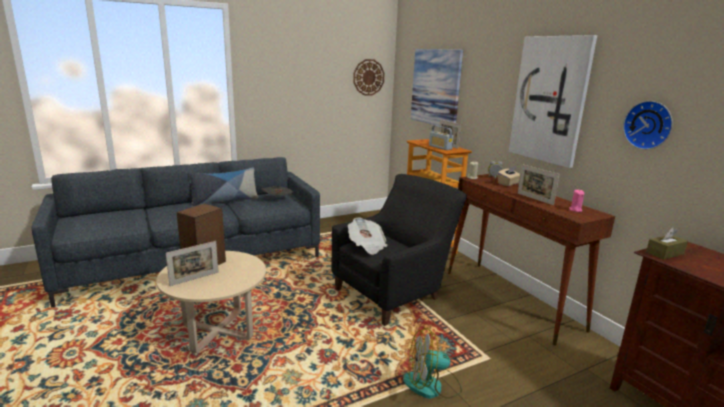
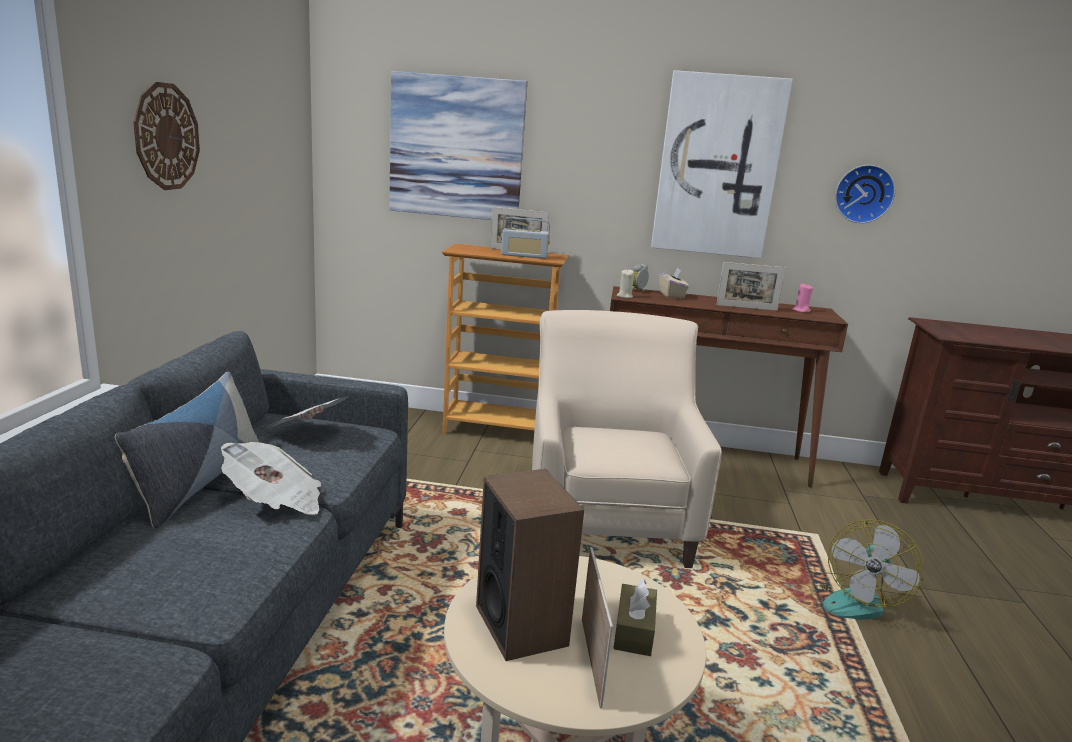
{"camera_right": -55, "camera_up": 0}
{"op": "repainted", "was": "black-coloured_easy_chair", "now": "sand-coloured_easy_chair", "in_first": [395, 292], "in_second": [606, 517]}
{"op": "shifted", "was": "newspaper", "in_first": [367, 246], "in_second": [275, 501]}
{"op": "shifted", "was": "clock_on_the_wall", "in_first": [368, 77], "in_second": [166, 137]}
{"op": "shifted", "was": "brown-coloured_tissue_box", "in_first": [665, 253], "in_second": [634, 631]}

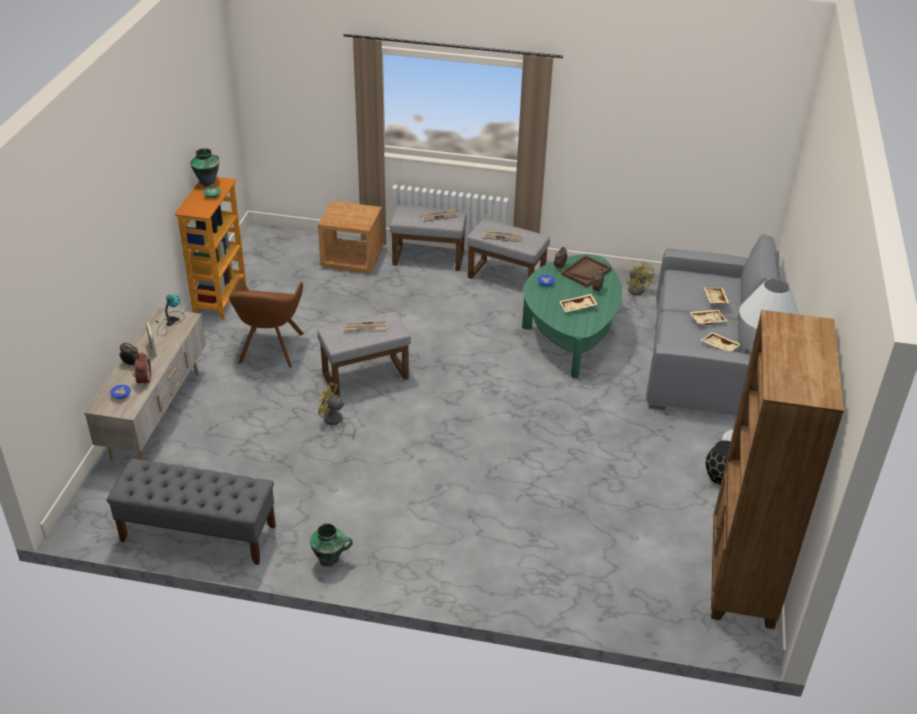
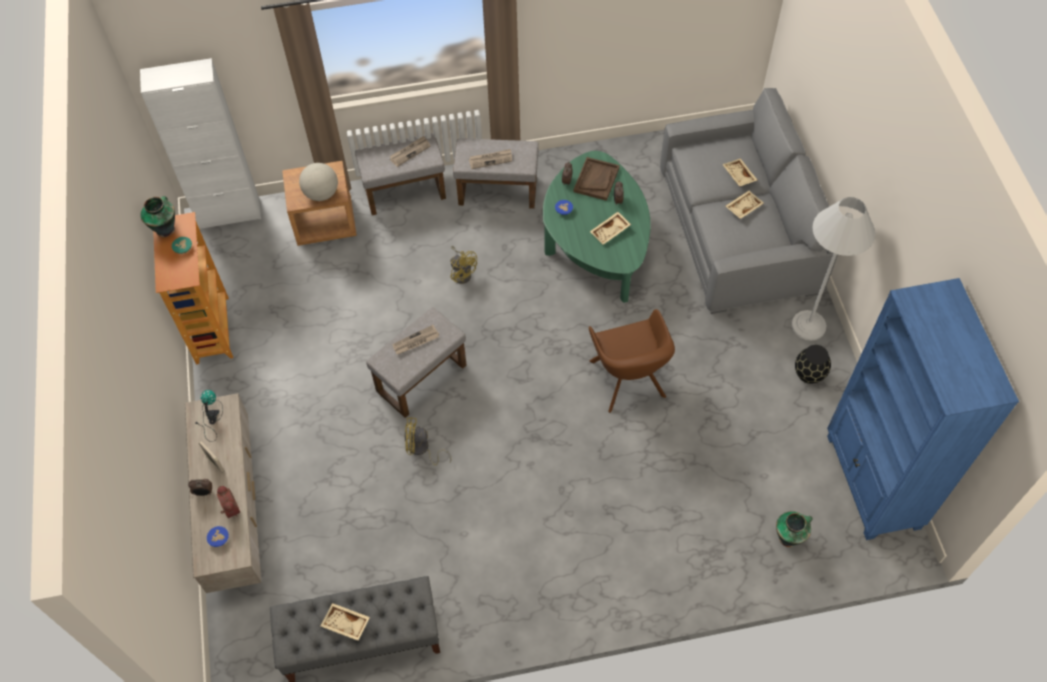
{"camera_right": -20, "camera_up": 20}
{"op": "shifted", "was": "brown-coloured_easy_chair", "in_first": [270, 350], "in_second": [628, 382]}
{"op": "shifted", "was": "decorative_vase", "in_first": [330, 560], "in_second": [789, 537]}
{"op": "shifted", "was": "yellowish_electric_fan", "in_first": [637, 288], "in_second": [462, 272]}
{"op": "shifted", "was": "sand-coloured_tray", "in_first": [719, 346], "in_second": [345, 624]}
{"op": "repainted", "was": "brown-coloured_bookshelf", "now": "bluish_bookshelf", "in_first": [741, 576], "in_second": [872, 482]}
{"op": "new", "now": "whitish_storage_cabinet", "in_second": [229, 213]}
{"op": "new", "now": "desk_globe", "in_second": [321, 194]}

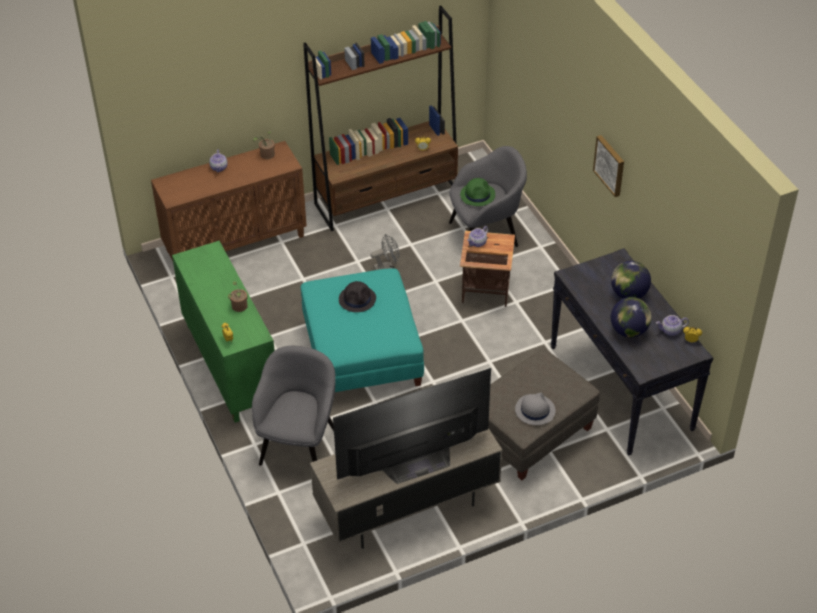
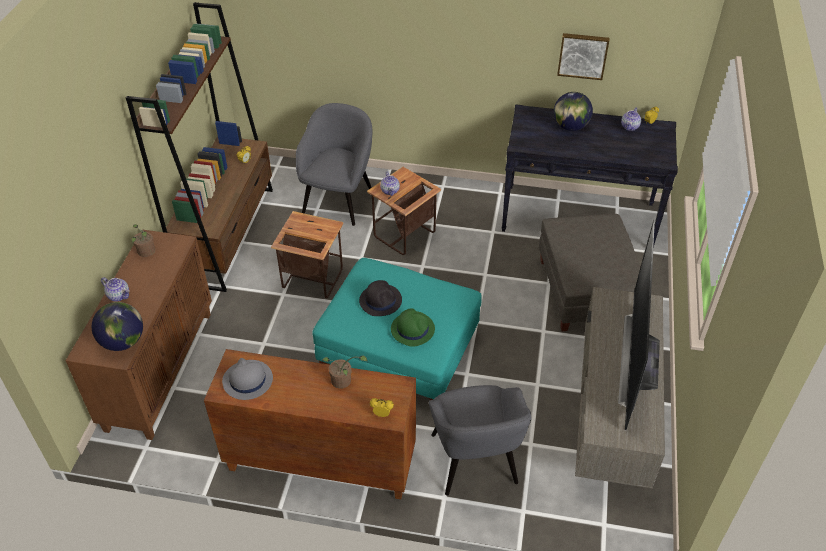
{"camera_right": -55, "camera_up": 0}
{"op": "repainted", "was": "green_storage_cabinet", "now": "brown-coloured_storage_cabinet", "in_first": [229, 365], "in_second": [319, 462]}
{"op": "rotated", "was": "grey_easy_chair", "in_first": [299, 445], "in_second": [474, 460], "clockwise": -150}
{"op": "swapped", "was": "grey_electric_fan", "now": "end_table", "in_first": [387, 267], "in_second": [311, 279]}
{"op": "shifted", "was": "green_hat", "in_first": [478, 195], "in_second": [412, 329]}
{"op": "shifted", "was": "grey_hat", "in_first": [534, 410], "in_second": [247, 380]}
{"op": "shifted", "was": "wall_art", "in_first": [610, 165], "in_second": [583, 55]}
{"op": "shifted", "was": "desk_globe", "in_first": [629, 331], "in_second": [123, 341]}

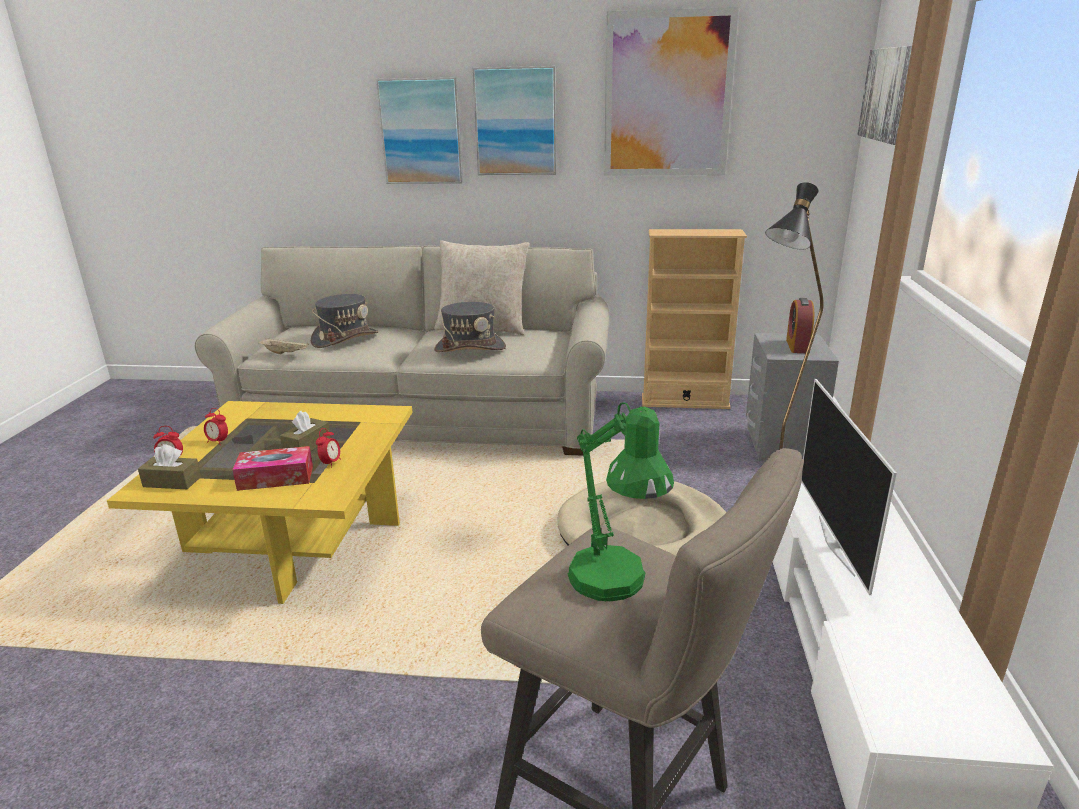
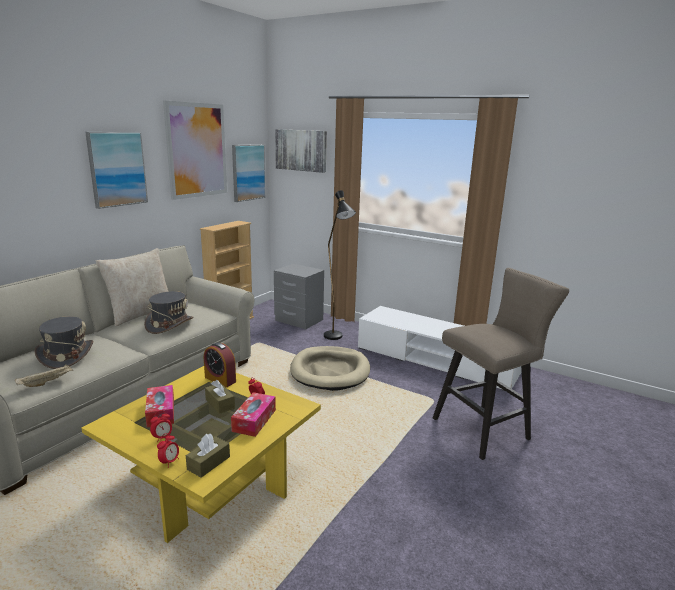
{"camera_right": -65, "camera_up": -5}
{"op": "shifted", "was": "wall_art", "in_first": [421, 131], "in_second": [248, 172]}
{"op": "gone", "was": "green_lamp_for_a_table", "in_first": [614, 587]}
{"op": "shifted", "was": "table_clock", "in_first": [797, 346], "in_second": [220, 379]}
{"op": "gone", "was": "TV_set", "in_first": [837, 545]}
{"op": "new", "now": "tissue_box", "in_second": [161, 412]}

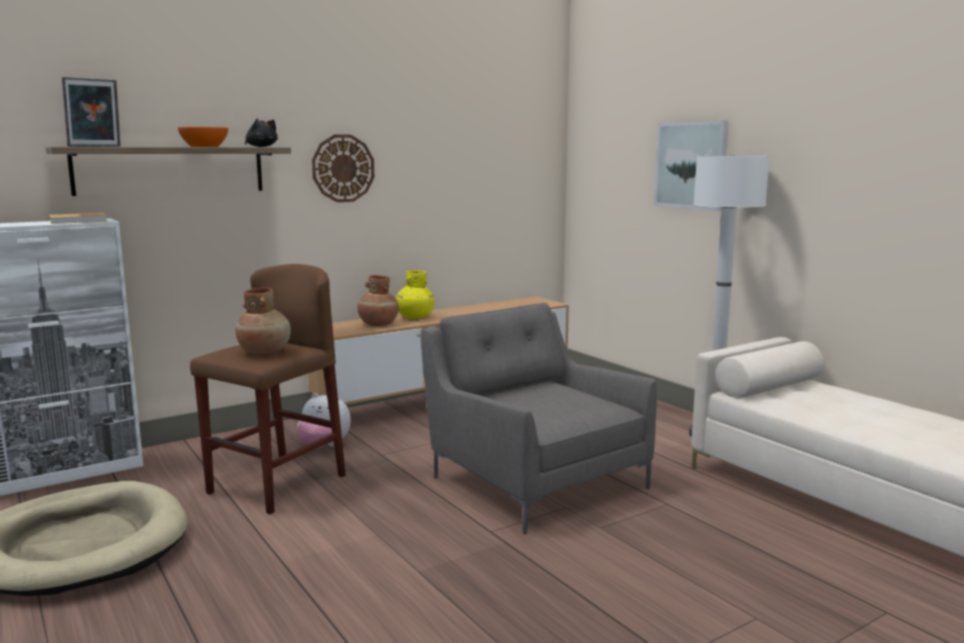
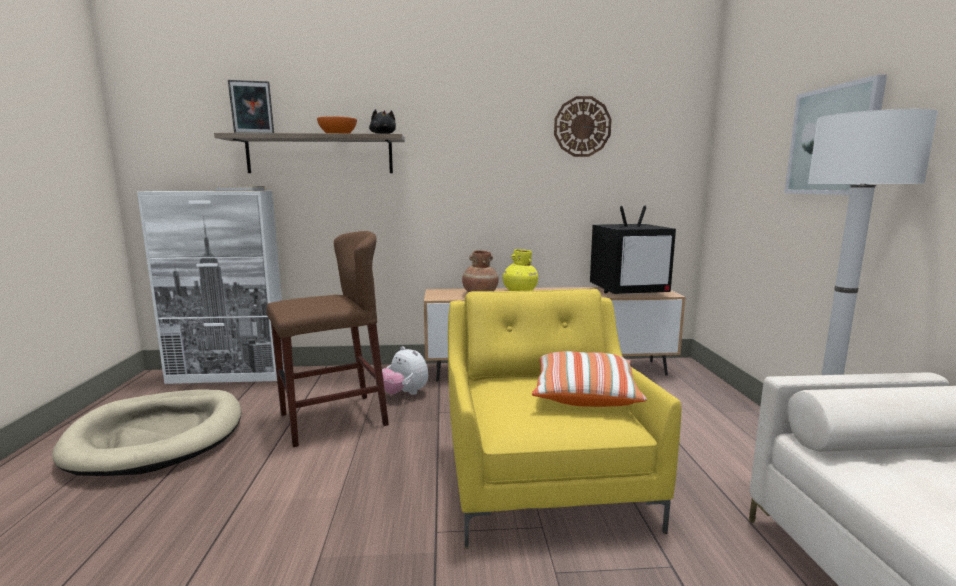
{"camera_right": 30, "camera_up": 0}
{"op": "gone", "was": "brown-coloured_decorative_vase", "in_first": [265, 352]}
{"op": "shifted", "was": "clock_on_the_wall", "in_first": [343, 168], "in_second": [582, 127]}
{"op": "repainted", "was": "grey_easy_chair", "now": "yellowish_easy_chair", "in_first": [535, 479], "in_second": [544, 479]}
{"op": "new", "now": "cushion", "in_second": [584, 394]}
{"op": "new", "now": "TV_set", "in_second": [629, 291]}

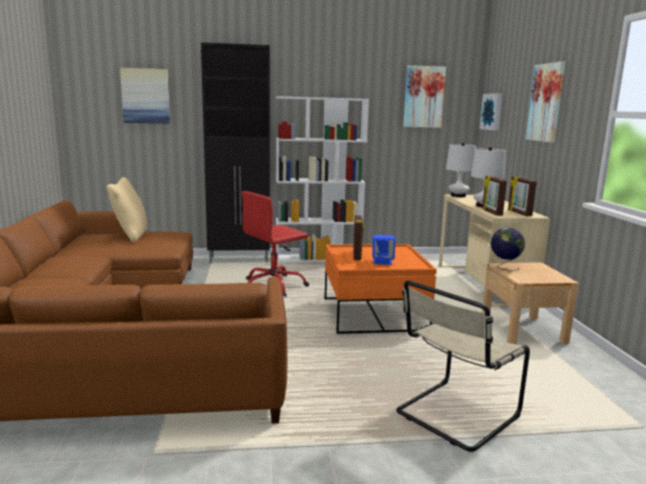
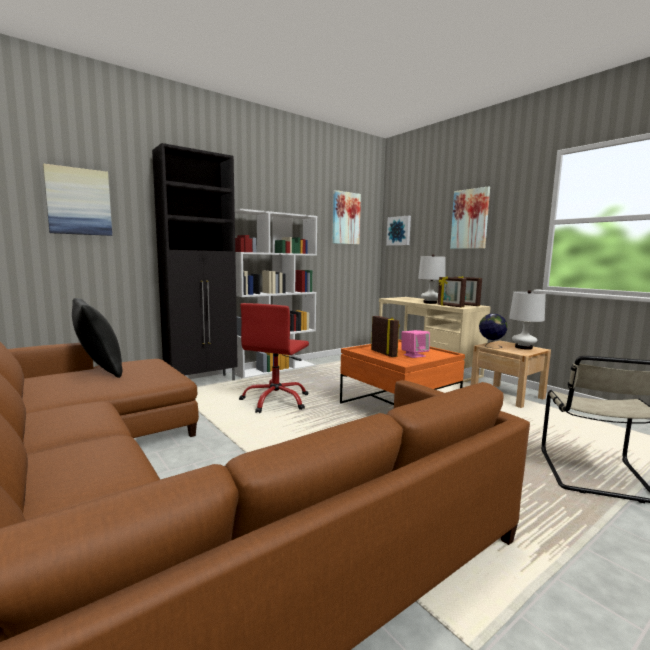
{"camera_right": -30, "camera_up": -5}
{"op": "repainted", "was": "sand-coloured_cushion", "now": "black-coloured_cushion", "in_first": [130, 235], "in_second": [99, 371]}
{"op": "repainted", "was": "bluish_audio_speaker", "now": "pinkish_audio_speaker", "in_first": [382, 262], "in_second": [414, 355]}
{"op": "shifted", "was": "whitish_lamp_for_a_table", "in_first": [458, 195], "in_second": [523, 347]}

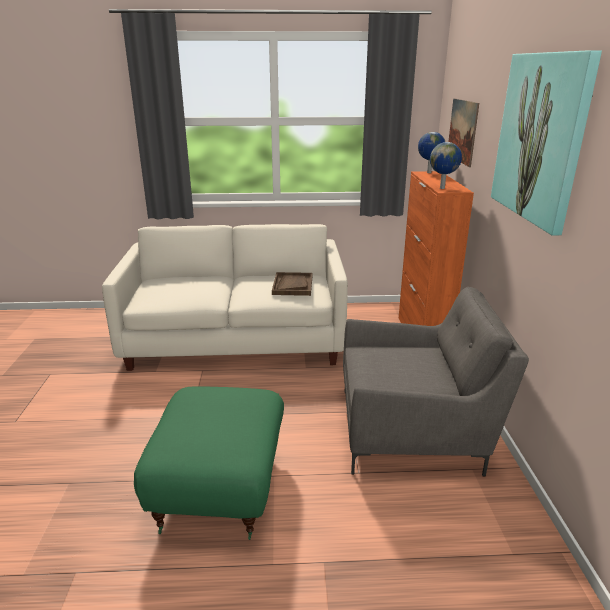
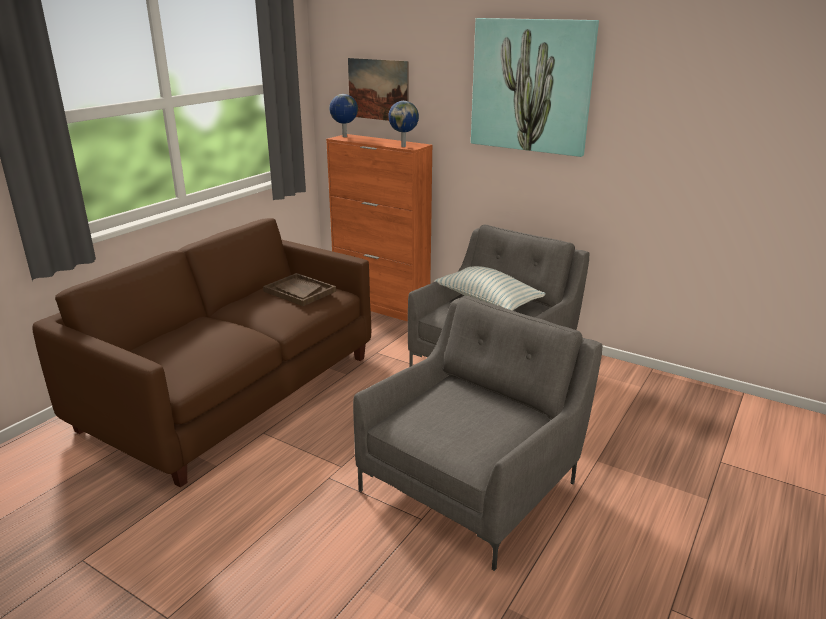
{"camera_right": -55, "camera_up": 0}
{"op": "repainted", "was": "whitish_settee", "now": "brown-coloured_settee", "in_first": [236, 339], "in_second": [233, 391]}
{"op": "swapped", "was": "green_footrest", "now": "grey_easy_chair", "in_first": [221, 489], "in_second": [473, 482]}
{"op": "new", "now": "cushion", "in_second": [488, 301]}

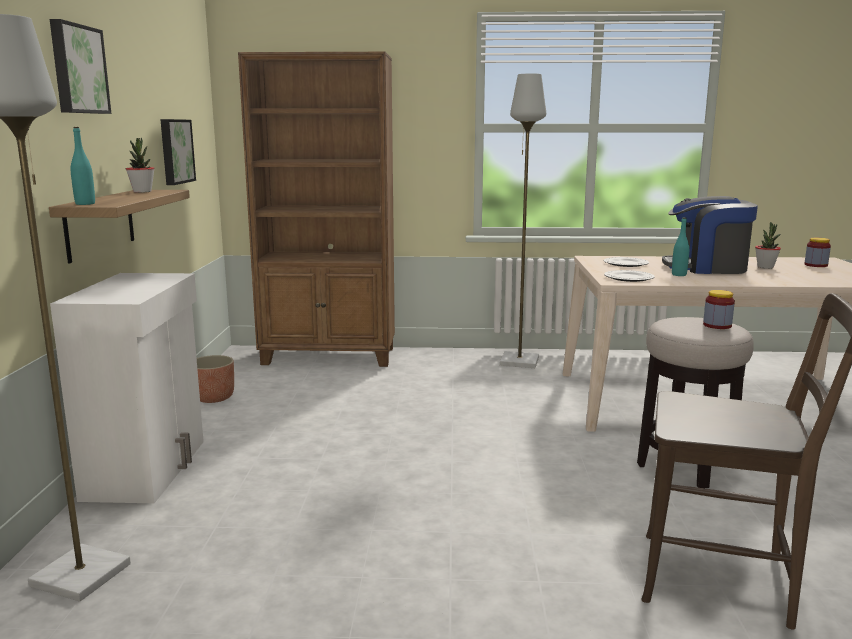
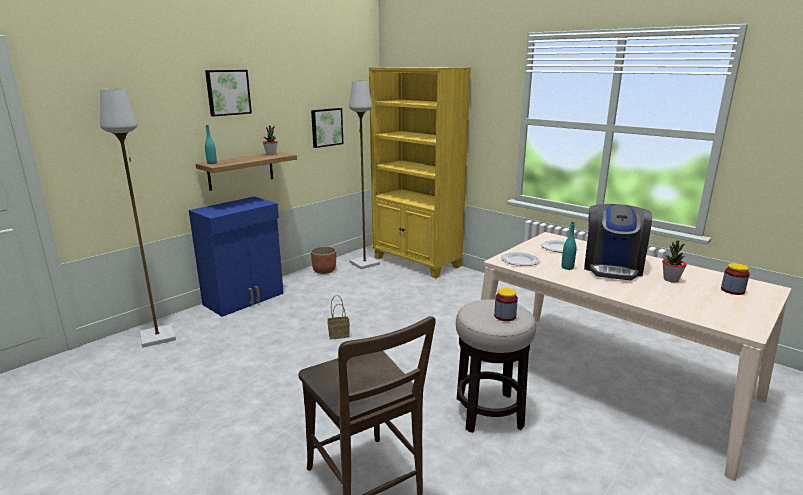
{"camera_right": 40, "camera_up": 5}
{"op": "repainted", "was": "whitish_storage_cabinet", "now": "bluish_storage_cabinet", "in_first": [148, 468], "in_second": [245, 299]}
{"op": "repainted", "was": "brown-coloured_bookshelf", "now": "yellowish_bookshelf", "in_first": [330, 356], "in_second": [416, 262]}
{"op": "shifted", "was": "grey_standard_lamp", "in_first": [518, 362], "in_second": [364, 263]}
{"op": "rotated", "was": "coffee_machine", "in_first": [706, 268], "in_second": [612, 267], "clockwise": -120}
{"op": "new", "now": "basket", "in_second": [339, 334]}

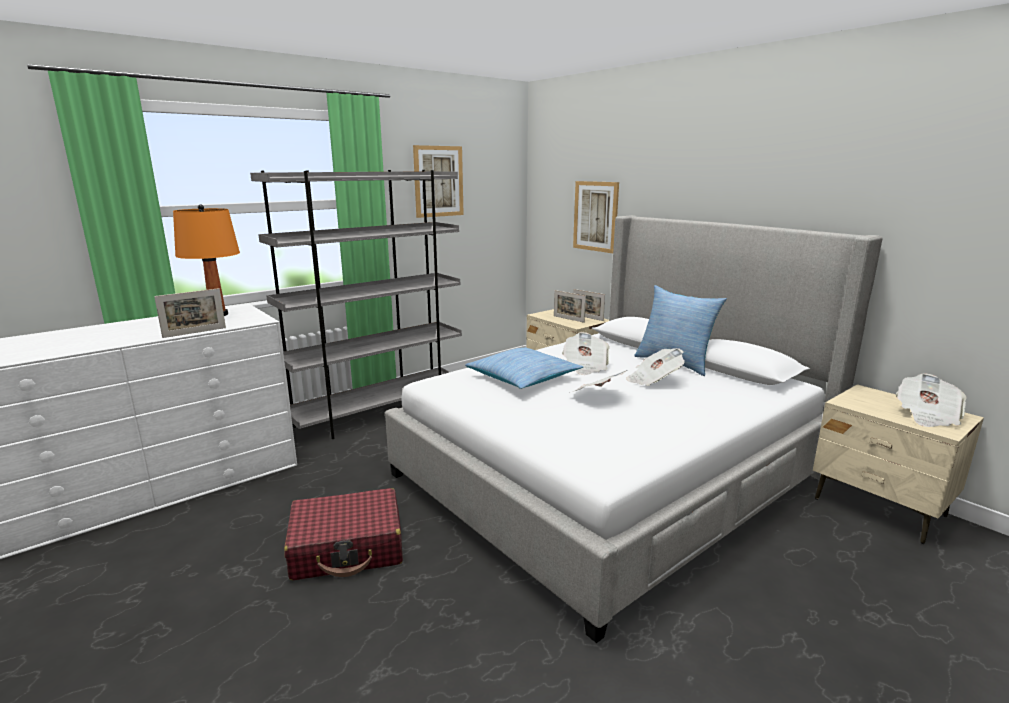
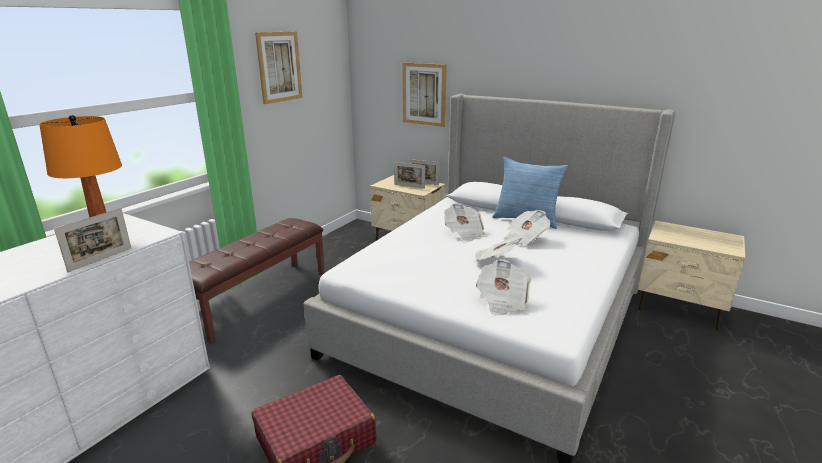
{"camera_right": -20, "camera_up": 5}
{"op": "swapped", "was": "grey_bookshelf", "now": "brown-coloured_long_seat", "in_first": [379, 413], "in_second": [258, 297]}
{"op": "gone", "was": "cushion", "in_first": [523, 378]}
{"op": "shifted", "was": "newspaper", "in_first": [926, 416], "in_second": [502, 301]}

